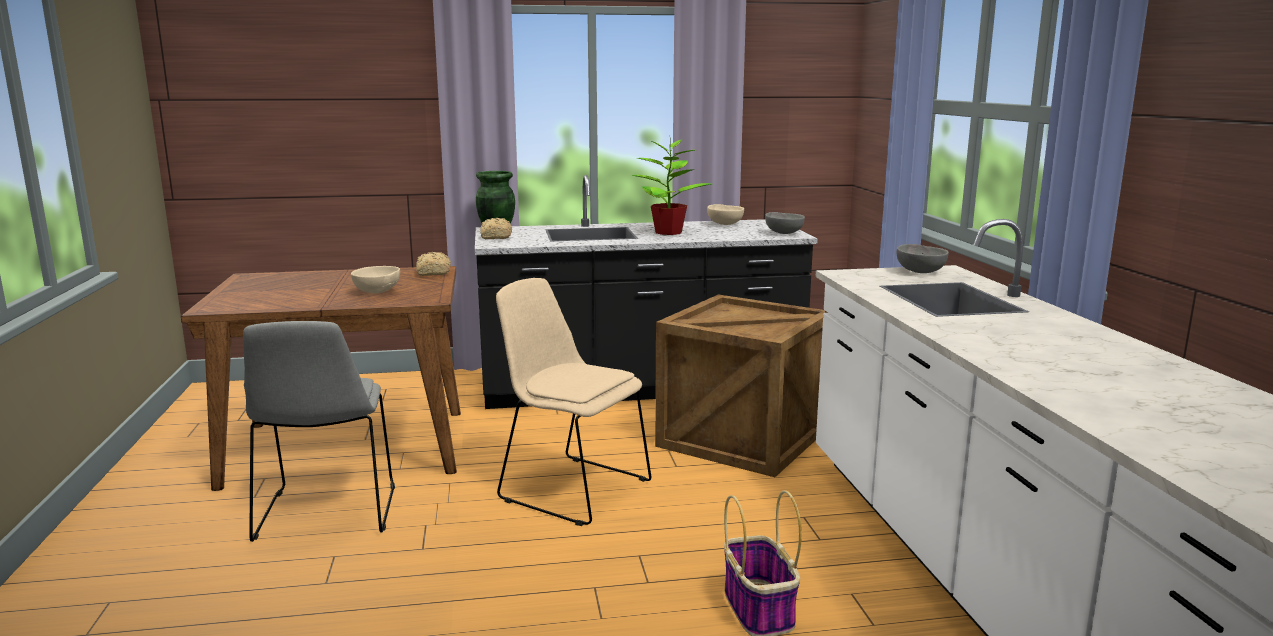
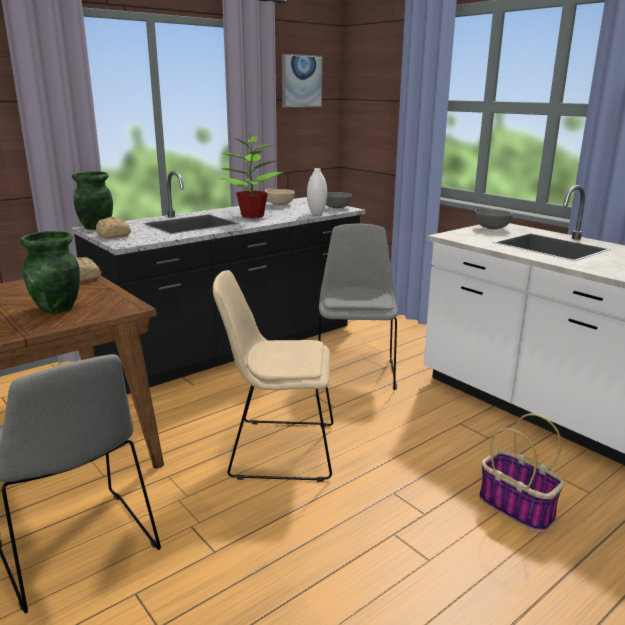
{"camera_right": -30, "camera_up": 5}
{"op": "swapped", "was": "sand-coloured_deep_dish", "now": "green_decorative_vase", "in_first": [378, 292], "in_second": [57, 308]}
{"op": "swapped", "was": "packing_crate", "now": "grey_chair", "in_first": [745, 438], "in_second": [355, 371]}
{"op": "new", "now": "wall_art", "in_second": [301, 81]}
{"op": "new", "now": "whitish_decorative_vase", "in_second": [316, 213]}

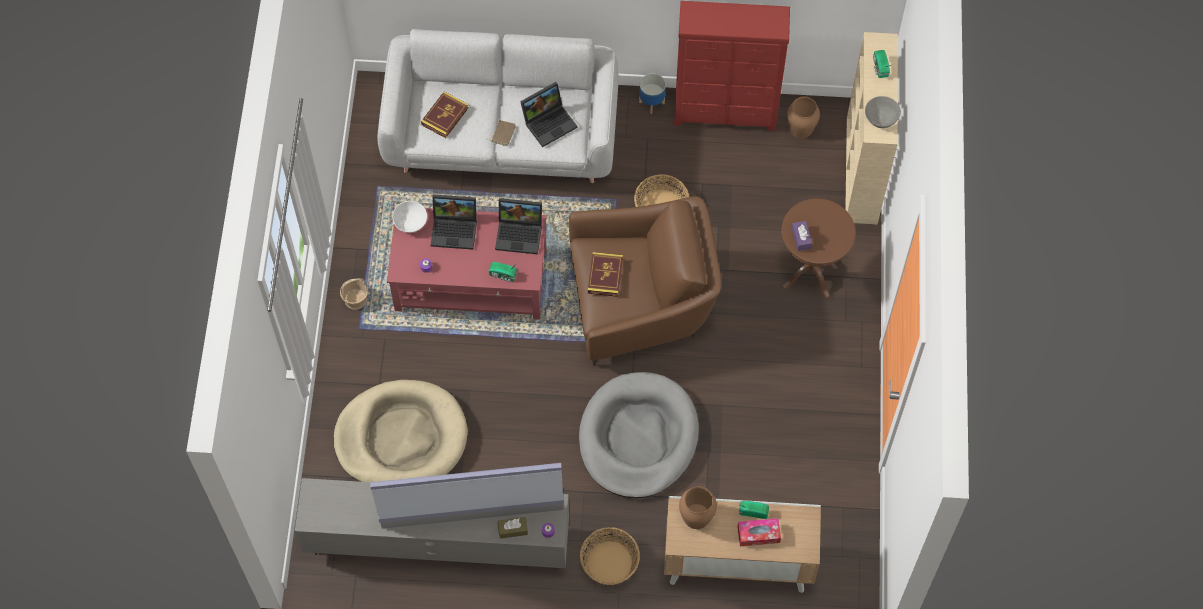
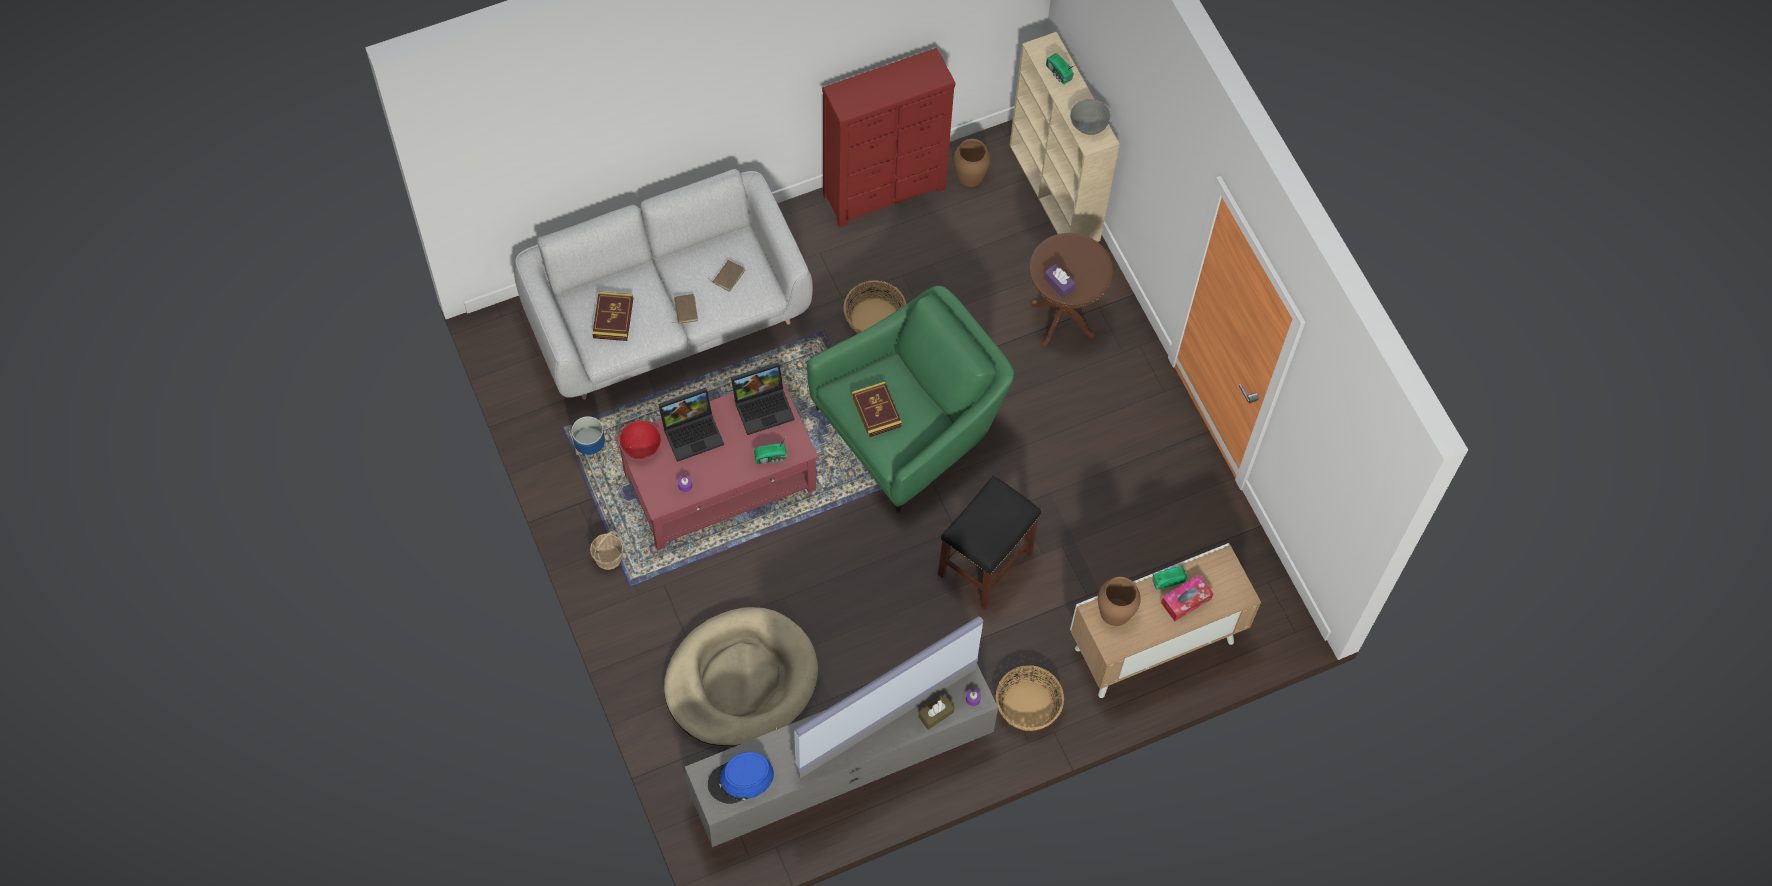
{"camera_right": -30, "camera_up": 0}
{"op": "repainted", "was": "whitish_deep_dish", "now": "reddish_deep_dish", "in_first": [410, 222], "in_second": [641, 445]}
{"op": "swapped", "was": "portable_computer", "now": "brown-coloured_bound_book", "in_first": [549, 121], "in_second": [728, 276]}
{"op": "repainted", "was": "brown-coloured_easy_chair", "now": "green_easy_chair", "in_first": [641, 303], "in_second": [910, 426]}
{"op": "swapped", "was": "grey_dog_bed", "now": "black-coloured_stool_seat", "in_first": [638, 437], "in_second": [984, 565]}
{"op": "shifted", "was": "planter", "in_first": [652, 102], "in_second": [591, 448]}
{"op": "new", "now": "bluish_hat", "in_second": [741, 779]}

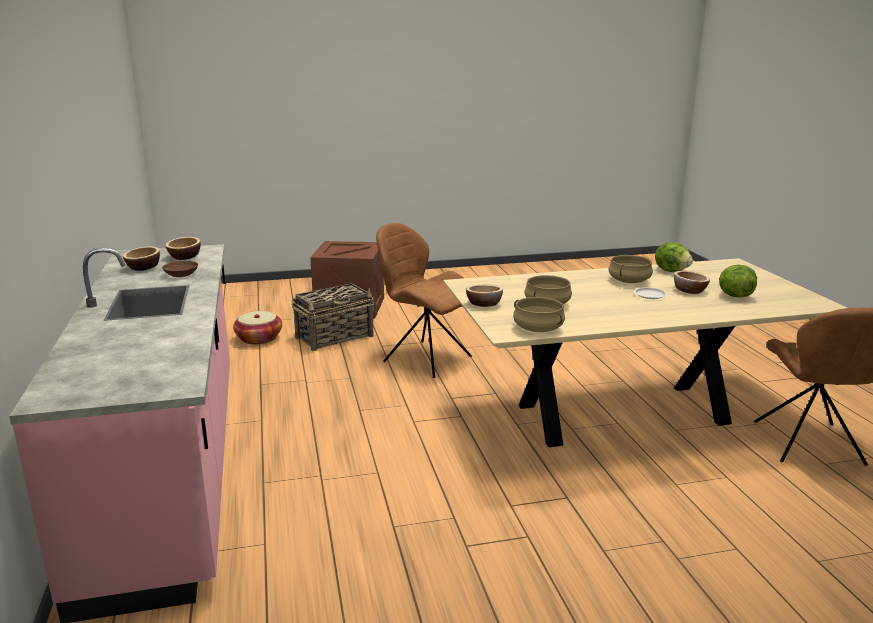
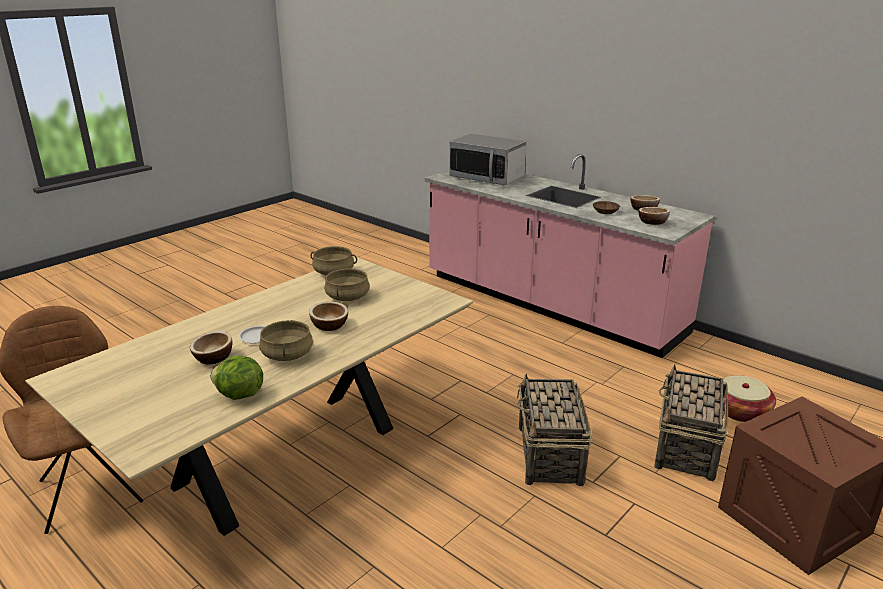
{"camera_right": 145, "camera_up": 5}
{"op": "swapped", "was": "brown-coloured_chair", "now": "basket", "in_first": [425, 358], "in_second": [549, 455]}
{"op": "shifted", "was": "deep_dish", "in_first": [484, 304], "in_second": [329, 325]}
{"op": "gone", "was": "head_of_lettuce", "in_first": [734, 296]}
{"op": "new", "now": "microwave_oven", "in_second": [487, 178]}

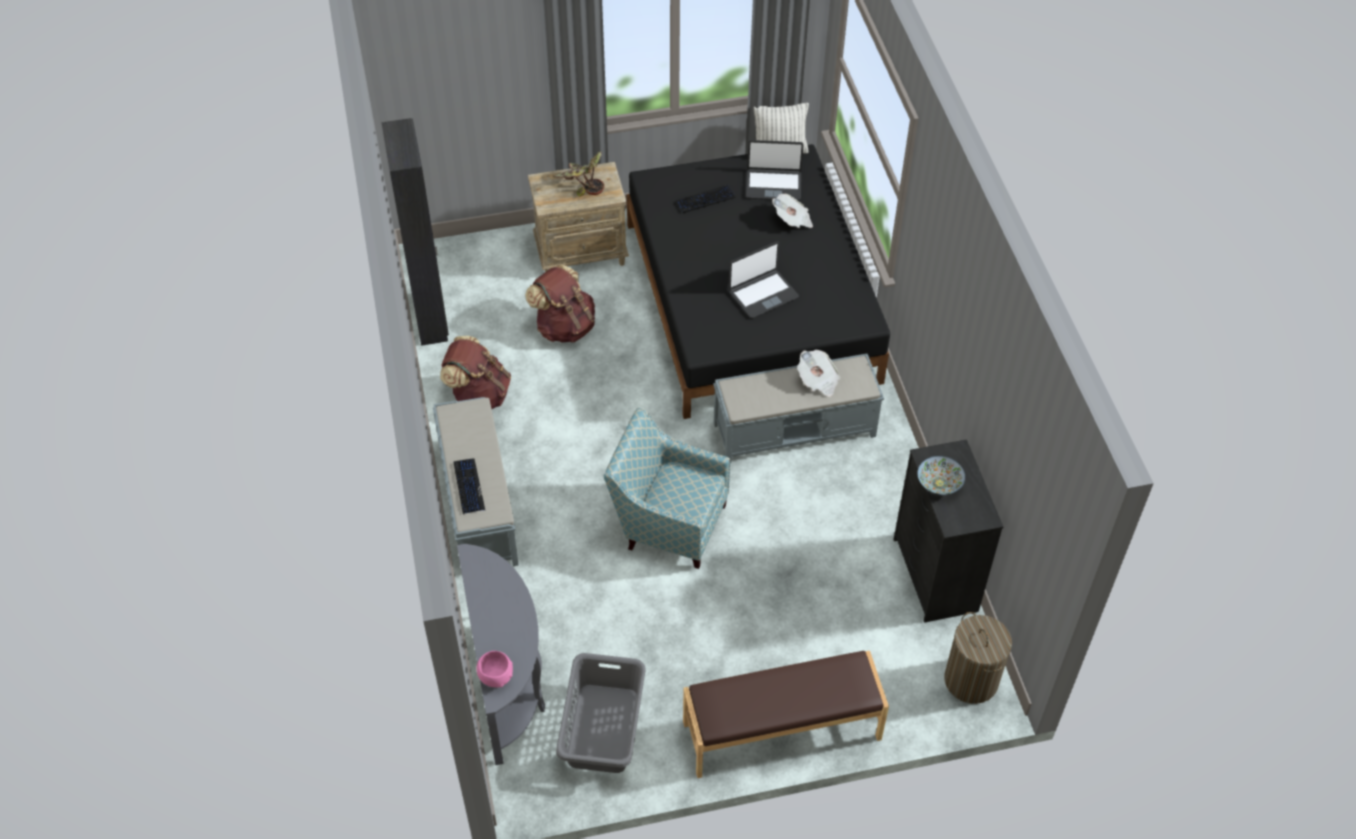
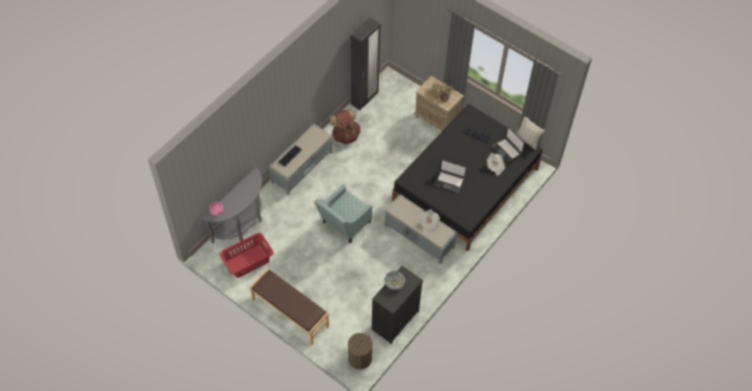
{"camera_right": 50, "camera_up": 5}
{"op": "gone", "was": "brown-coloured_knapsack", "in_first": [564, 326]}
{"op": "repainted", "was": "grey_laundry_basket", "now": "reddish_laundry_basket", "in_first": [601, 729], "in_second": [247, 261]}
{"op": "rotated", "was": "easy_chair", "in_first": [667, 522], "in_second": [343, 225], "clockwise": -120}

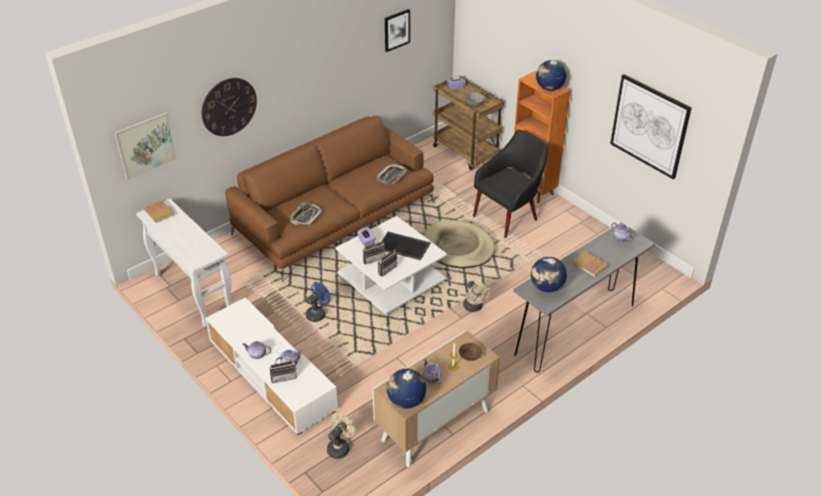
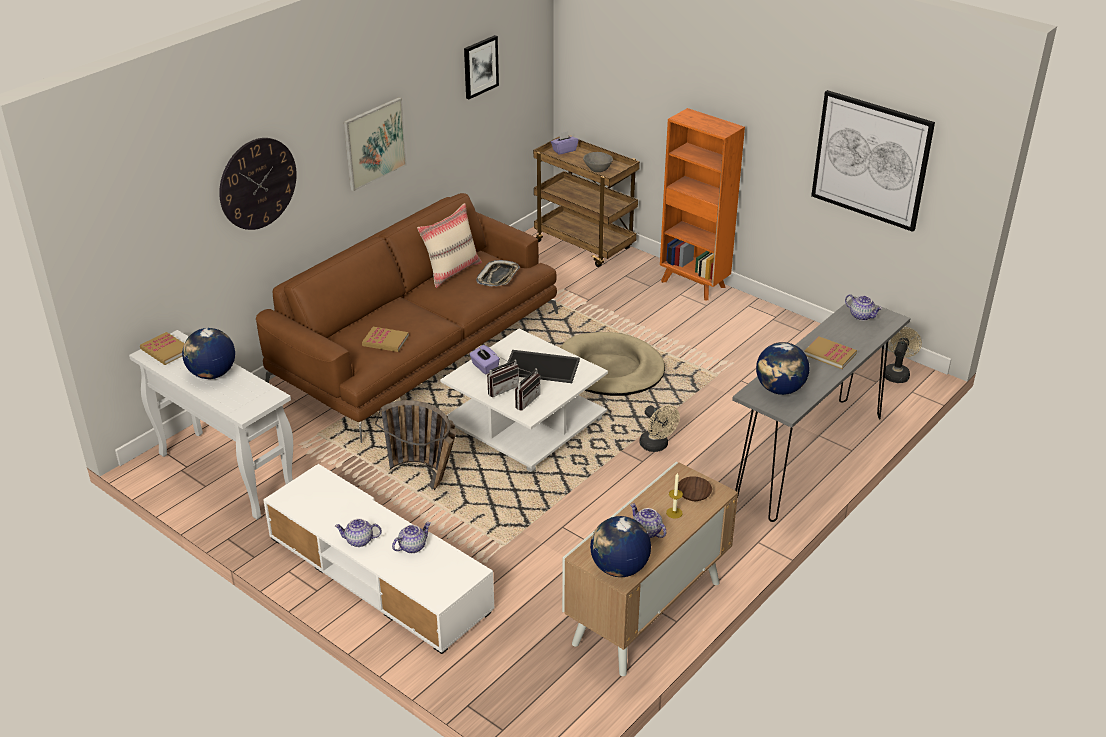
{"camera_right": -10, "camera_up": -5}
{"op": "shifted", "was": "wall_art", "in_first": [145, 145], "in_second": [374, 143]}
{"op": "gone", "was": "radio_set", "in_first": [283, 377]}
{"op": "swapped", "was": "tray", "now": "bound_book", "in_first": [306, 216], "in_second": [385, 341]}
{"op": "swapped", "was": "bluish_electric_fan", "now": "basket", "in_first": [318, 313], "in_second": [427, 480]}
{"op": "shifted", "was": "sand-coloured_electric_fan", "in_first": [340, 447], "in_second": [896, 373]}
{"op": "gone", "was": "black-coloured_easy_chair", "in_first": [508, 215]}
{"op": "shifted", "was": "desk_globe", "in_first": [549, 88], "in_second": [212, 374]}
{"op": "new", "now": "sand-coloured_cushion", "in_second": [452, 271]}

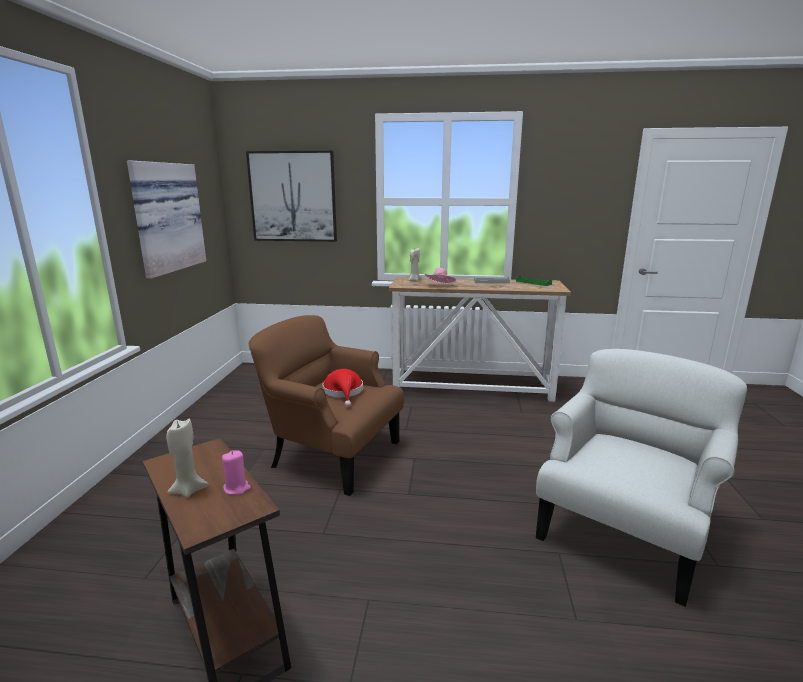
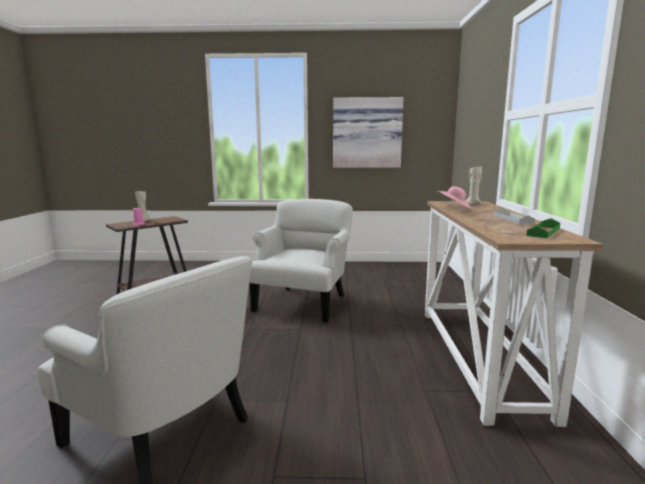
{"camera_right": 85, "camera_up": -5}
{"op": "gone", "was": "wall_art", "in_first": [293, 197]}
{"op": "repainted", "was": "brown-coloured_easy_chair", "now": "whitish_easy_chair", "in_first": [332, 454], "in_second": [303, 302]}
{"op": "gone", "was": "reddish_hat", "in_first": [343, 392]}

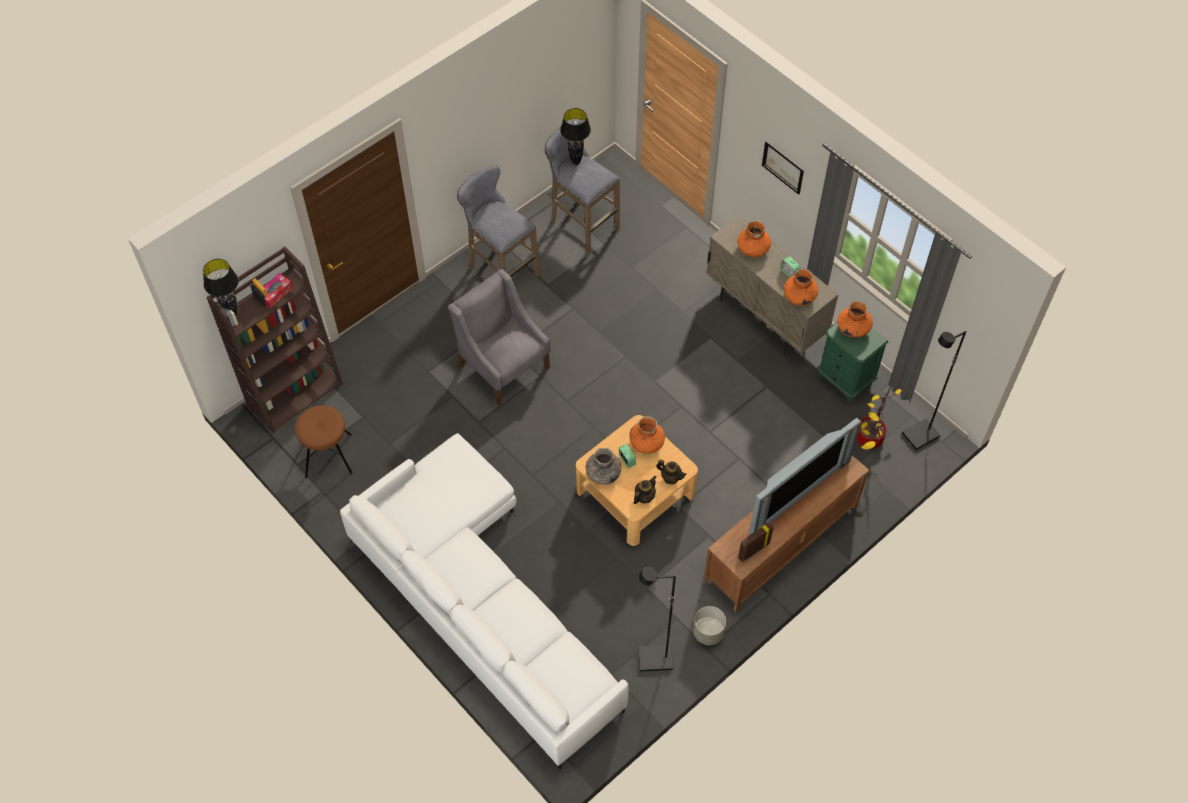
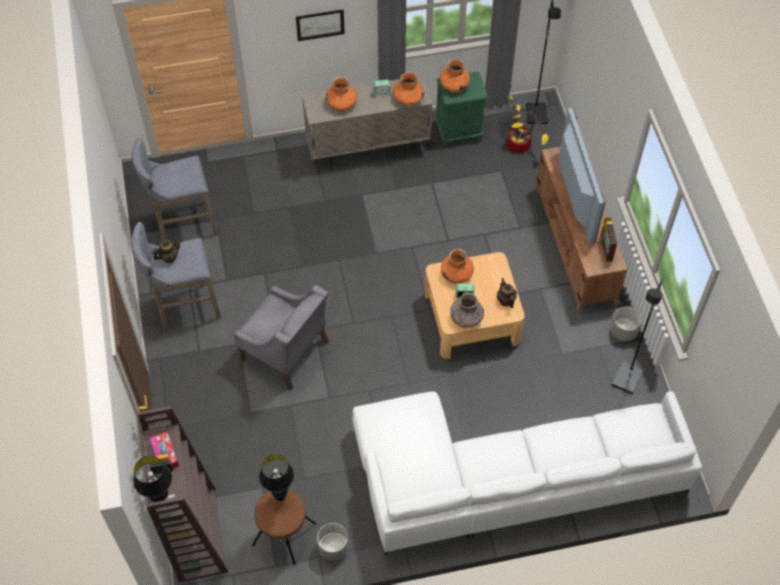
{"camera_right": -60, "camera_up": 0}
{"op": "rotated", "was": "grey_easy_chair", "in_first": [503, 366], "in_second": [285, 352], "clockwise": -135}
{"op": "shifted", "was": "black-coloured_lamp_for_a_table", "in_first": [575, 162], "in_second": [280, 497]}
{"op": "shifted", "was": "tea_pot", "in_first": [670, 478], "in_second": [169, 257]}
{"op": "new", "now": "grey_planter", "in_second": [333, 548]}

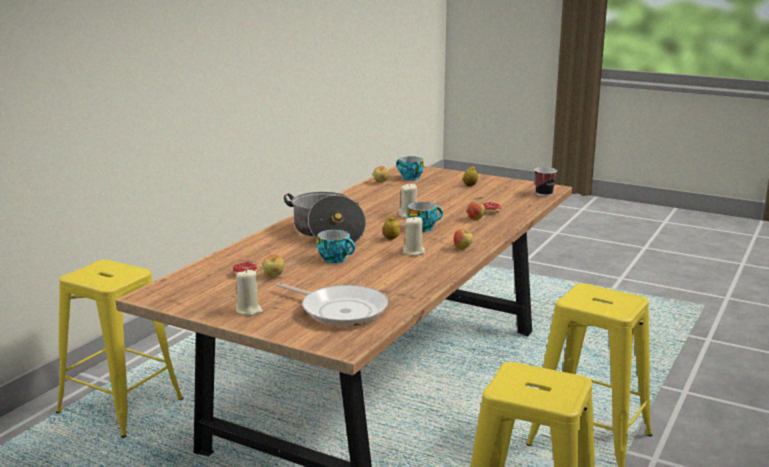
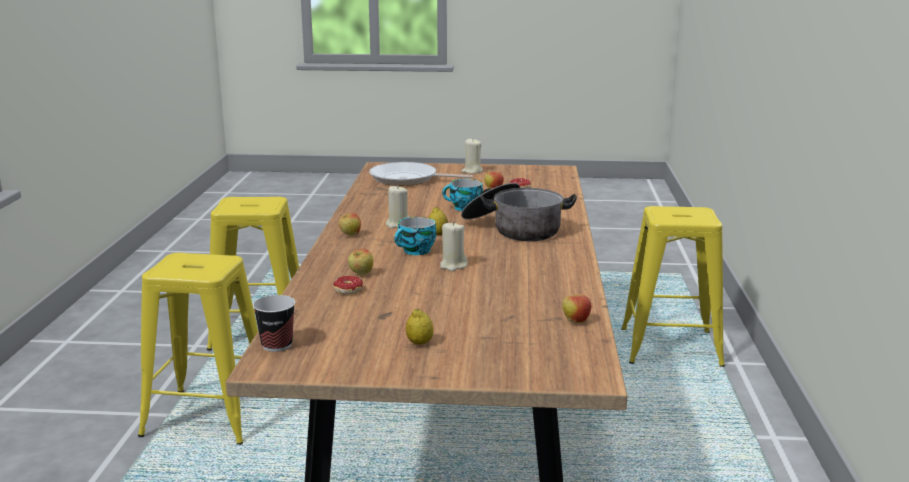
{"camera_right": 155, "camera_up": 0}
{"op": "gone", "was": "small_cup", "in_first": [409, 178]}

